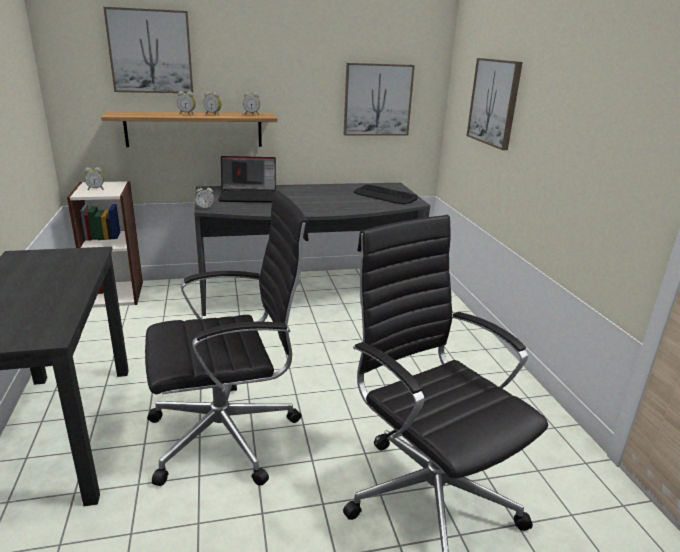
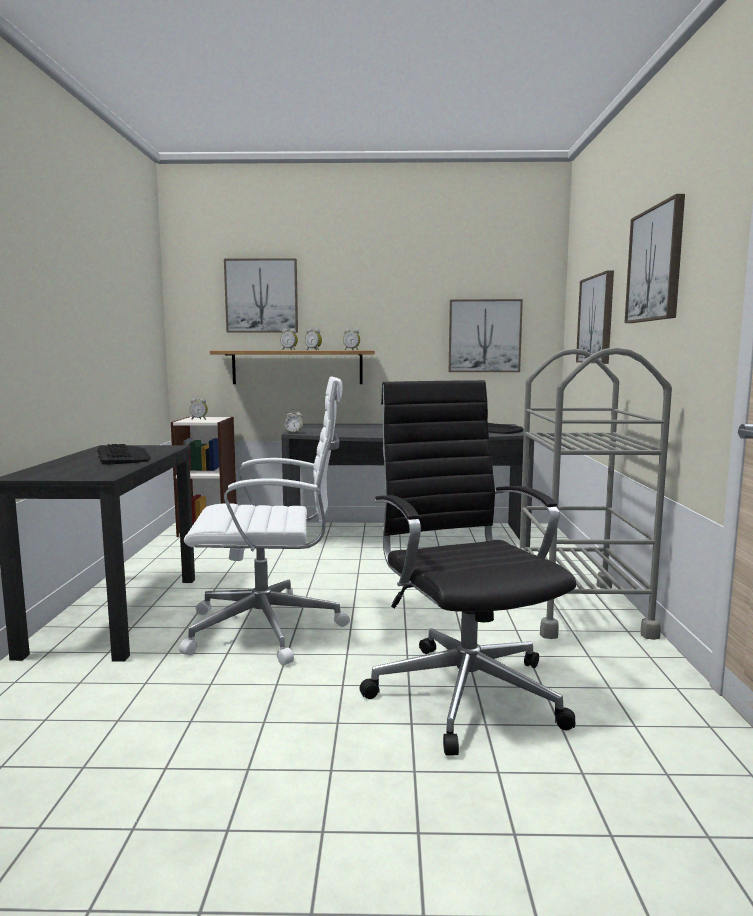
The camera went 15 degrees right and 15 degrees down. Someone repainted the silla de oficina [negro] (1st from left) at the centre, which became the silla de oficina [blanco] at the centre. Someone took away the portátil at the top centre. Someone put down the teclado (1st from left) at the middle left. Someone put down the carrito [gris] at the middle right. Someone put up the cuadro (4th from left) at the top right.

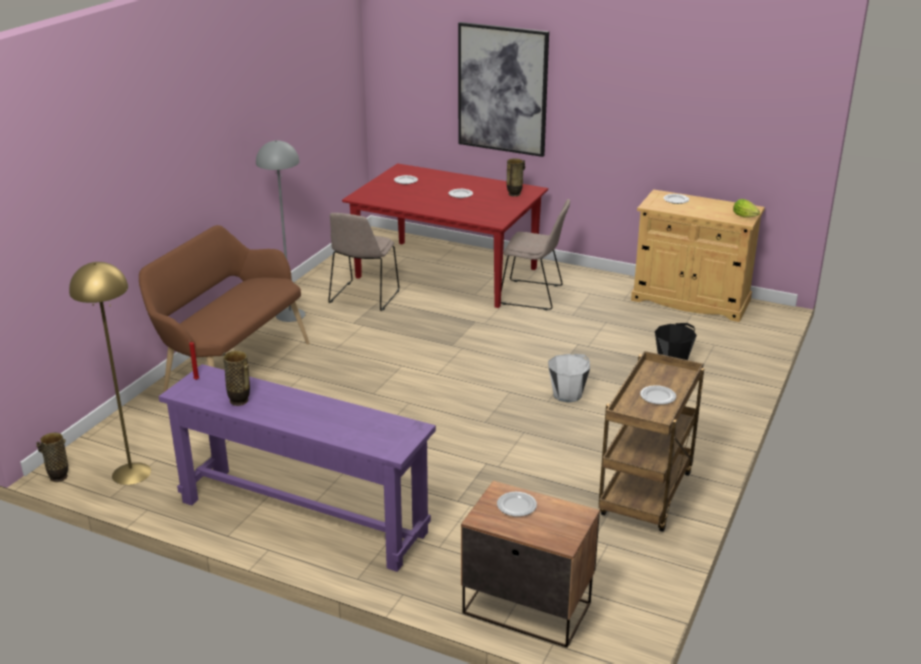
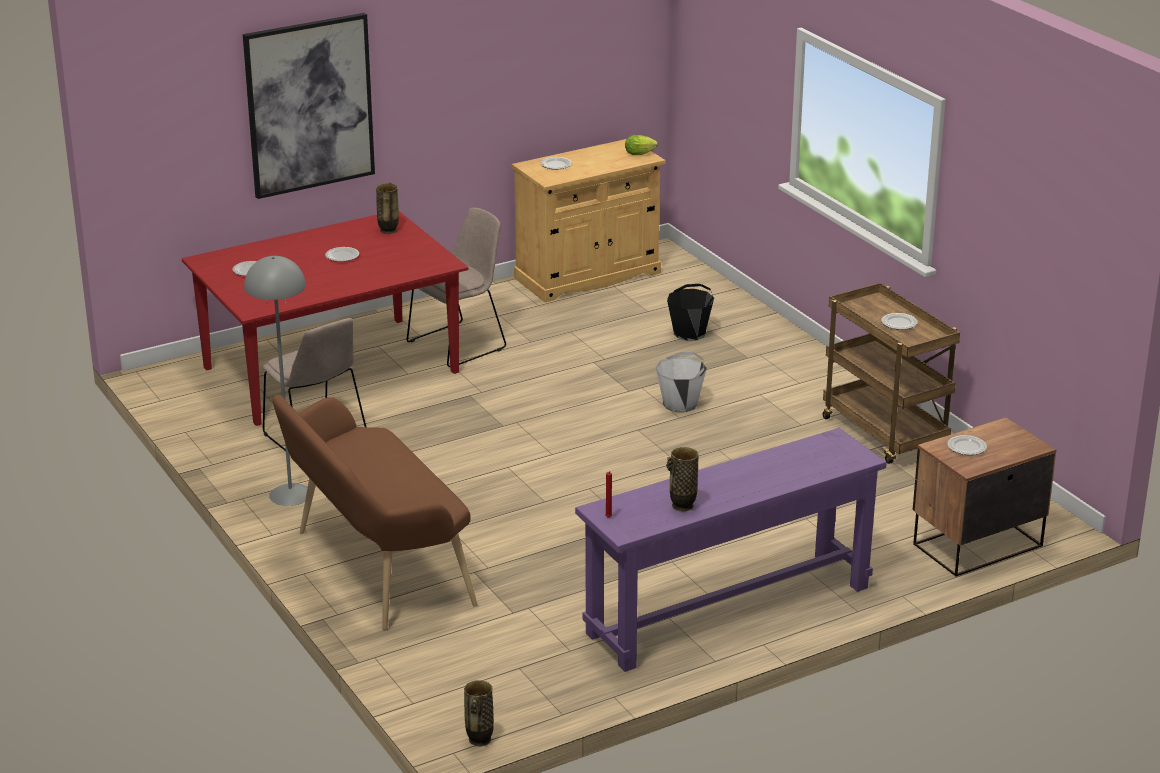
The camera went 55 degrees left and 0 degrees up. Someone took away the lámpara de pie [amarillo] at the middle left.

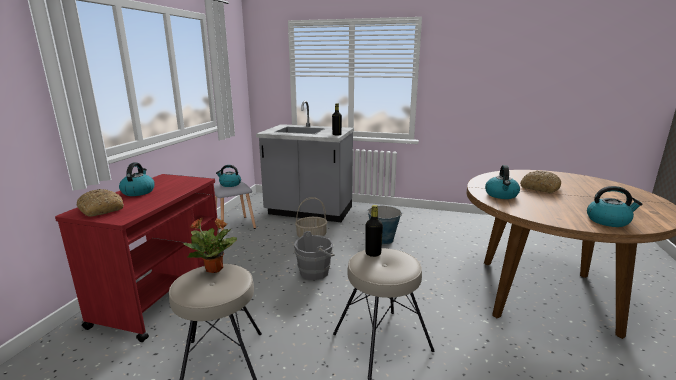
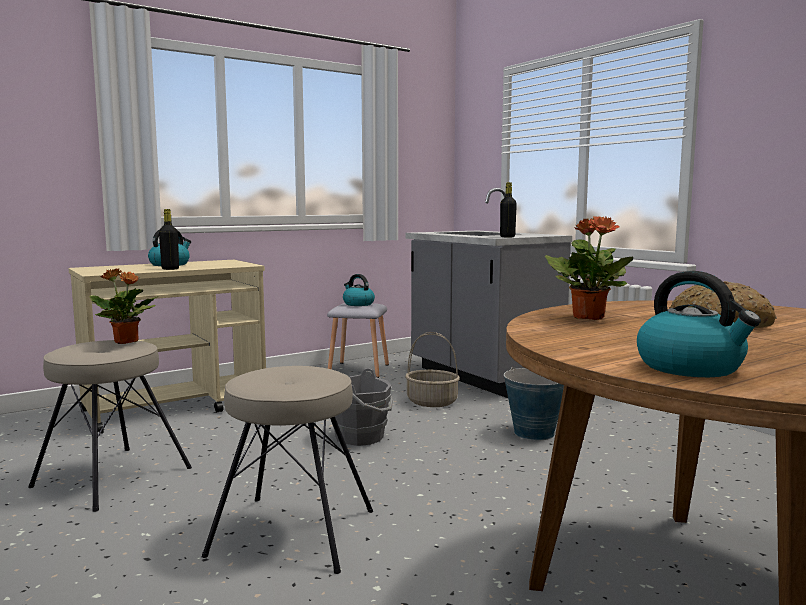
The camera went 40 degrees right and 10 degrees down. Someone repainted the carrito [rojo] at the bottom left, which became the carrito [beis] at the middle left. Someone took away the pan (1st from left) at the middle left. Someone carried the botella [negro] (2nd from left in the first image) from the centre to the middle left. Someone swapped the hervidor (3rd from left) at the middle right for the planta en maceta (2nd from left) at the middle right.

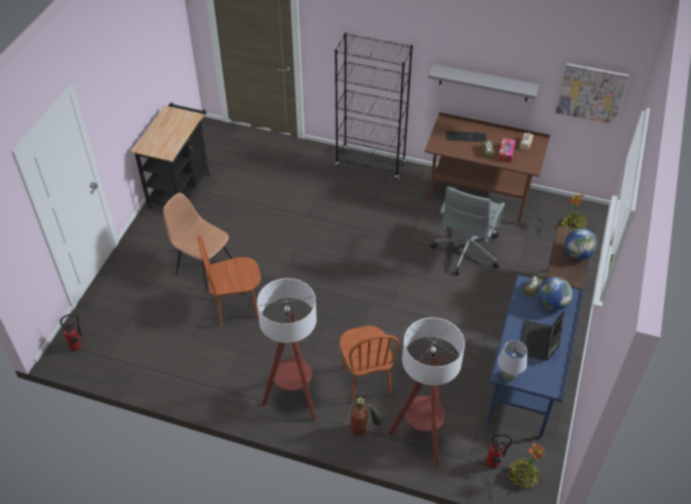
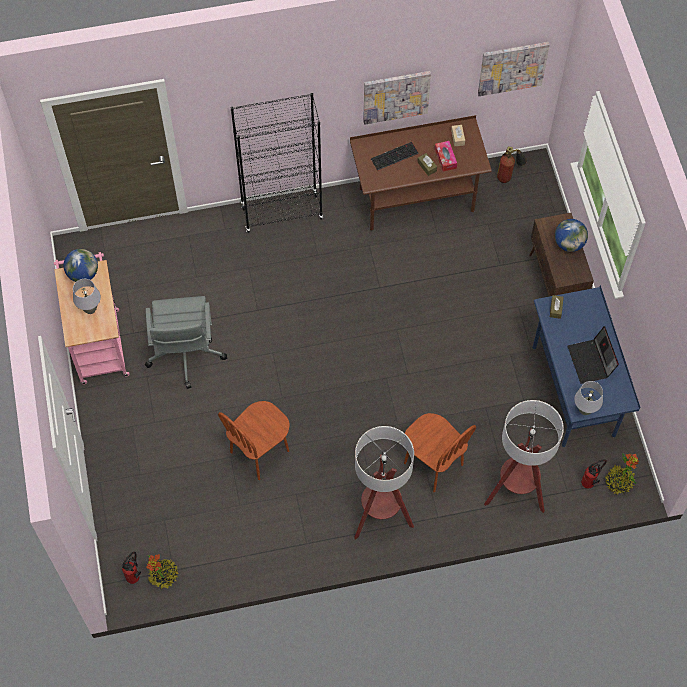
The camera went 30 degrees left and 15 degrees up. Someone repainted the carrito [negro] at the top left, which became the carrito [rosa] at the middle left. Someone took away the silla [marrón] (1st from left) at the middle left. Someone carried the extintor (2nd from left) from the bottom centre to the top right. Someone swapped the estante [gris] at the top right for the cuadro (1st from left) at the top centre. Someone carried the silla de oficina [gris] from the middle right to the middle left. Someone carried the globo terráqueo (1st from left) from the middle right to the middle left. Someone carried the planta en maceta (2nd from left in the first image) from the middle right to the bottom left. Someone put down the lámpara de mesa [gris] (1st from left) at the middle left.

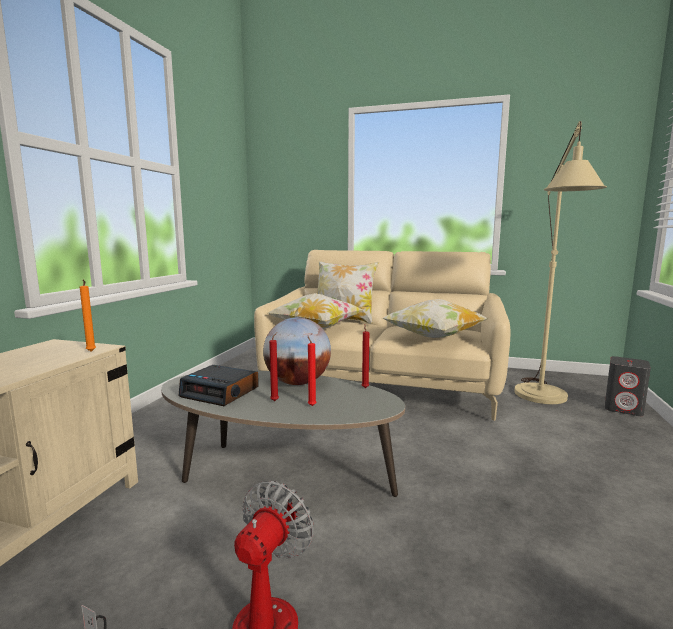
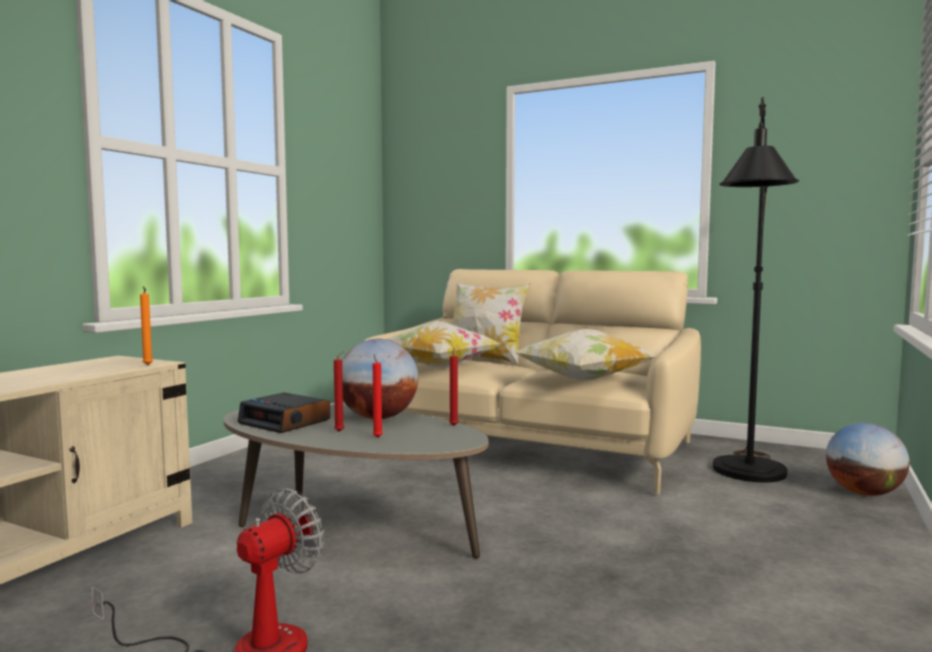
The camera went 10 degrees right and 5 degrees down. Someone repainted the lámpara de pie [beis] at the middle right, which became the lámpara de pie [negro] at the middle right. Someone swapped the altavoz [gris] at the middle right for the globo terráqueo (2nd from left) at the bottom right.

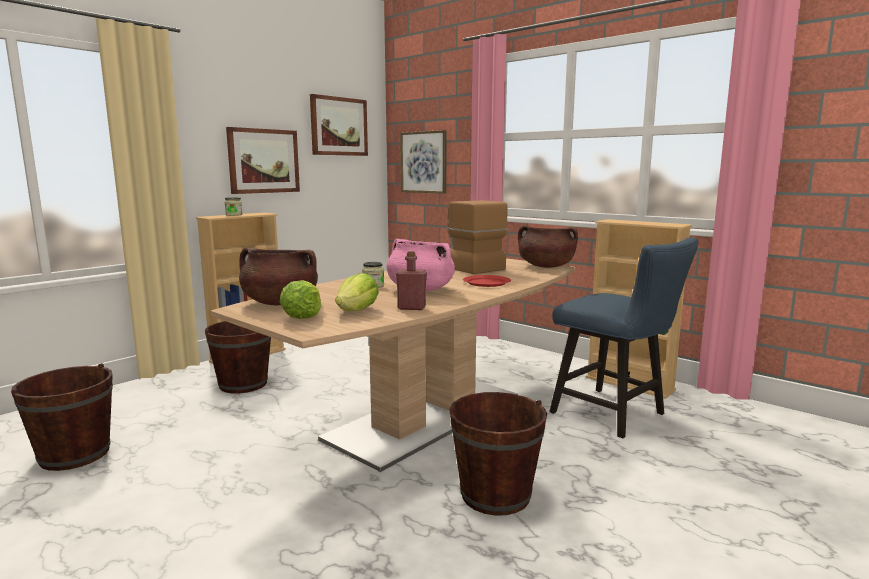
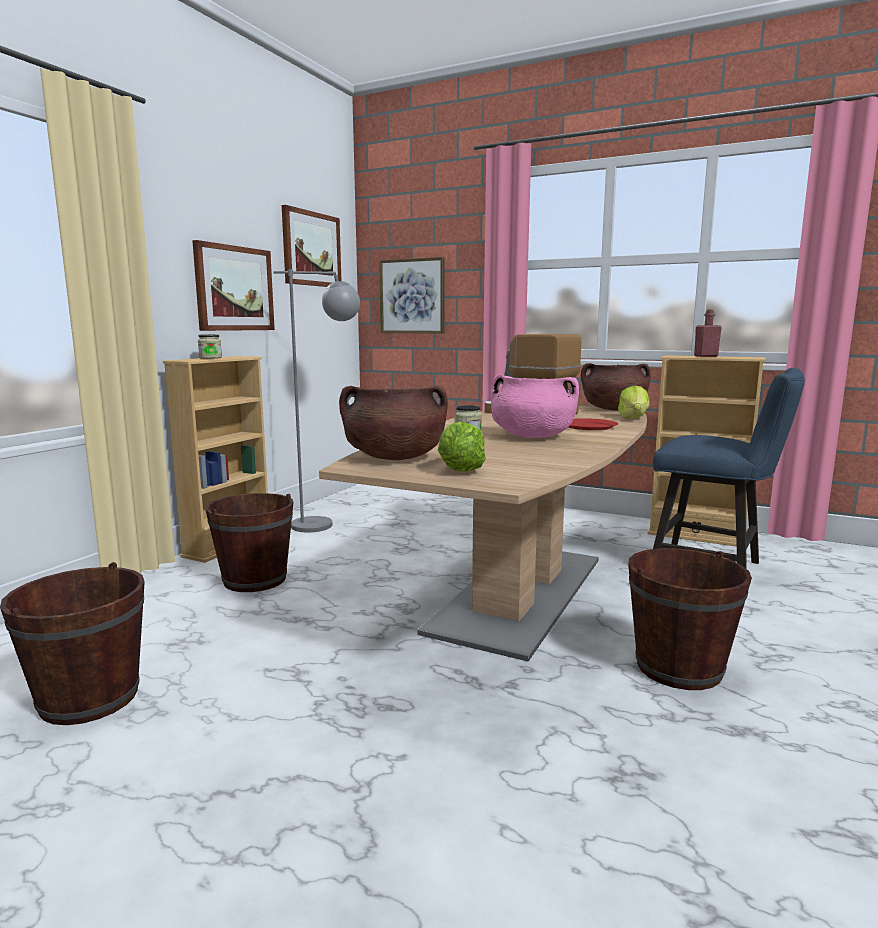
The camera went 15 degrees left and 0 degrees up. Someone carried the lechuga (2nd from left) from the centre to the middle right. Someone carried the botella [rojo] from the centre to the middle right. Someone put down the lámpara de pie [gris] at the centre.

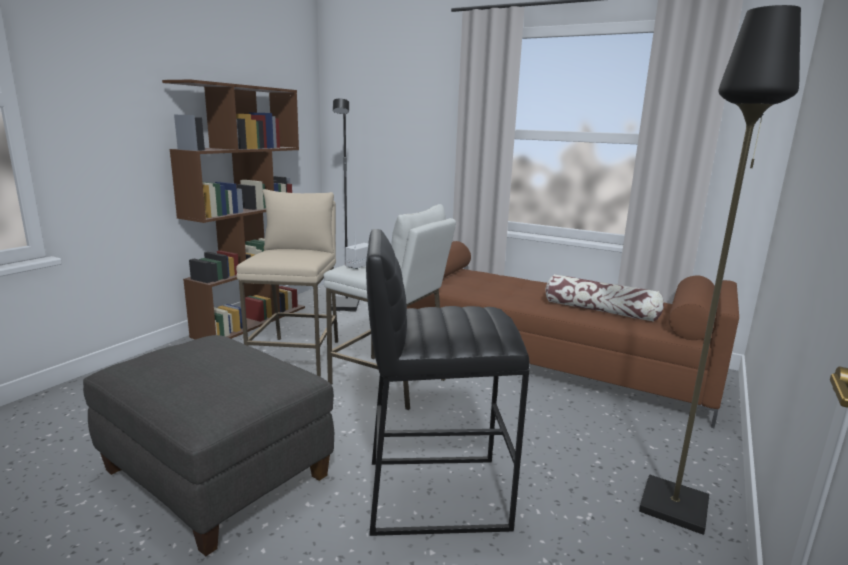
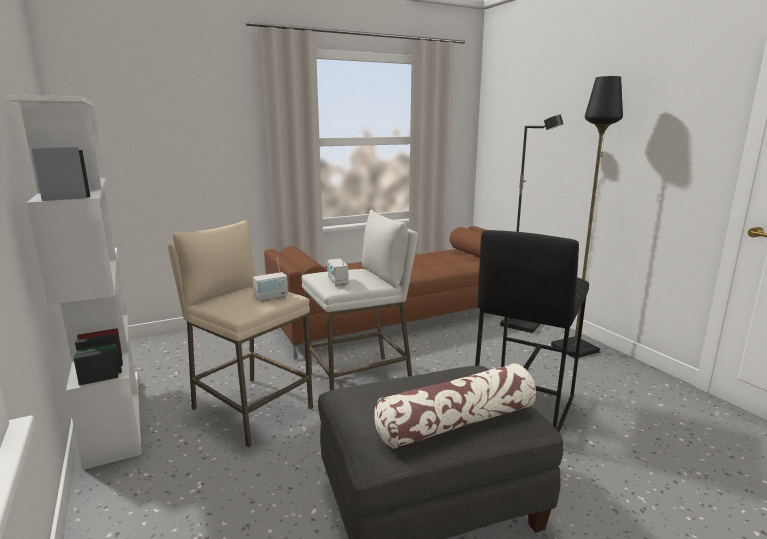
The camera went 55 degrees left and 0 degrees up. Someone repainted the estantería [marrón] at the middle left, which became the estantería [blanco] at the middle left. Someone carried the lámpara de pie [negro] (1st from left) from the centre to the middle right. Someone carried the cojín from the middle right to the bottom centre. Someone put down the radio (1st from left) at the centre.

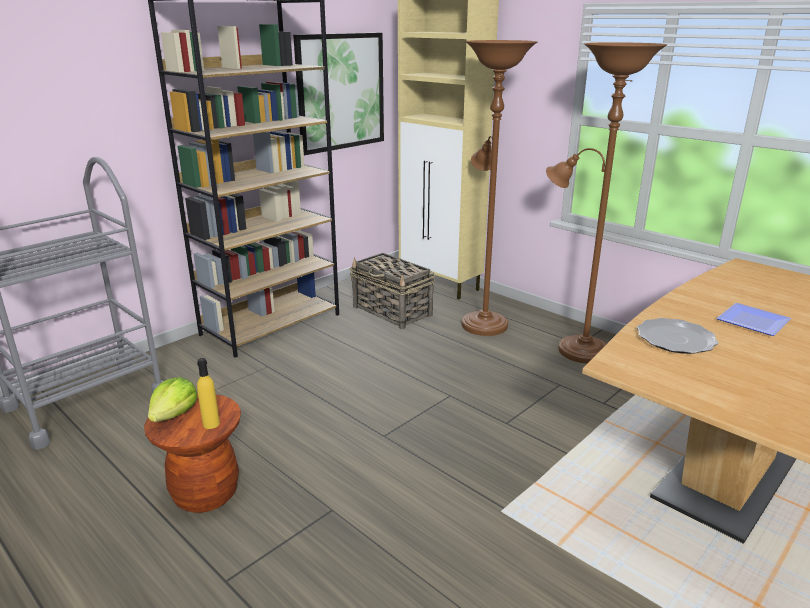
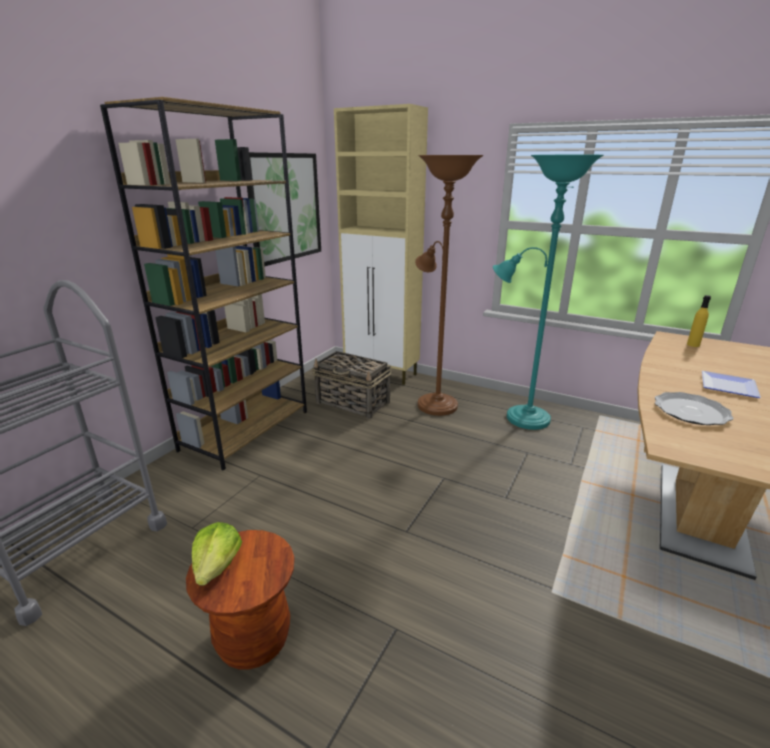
The camera went 15 degrees left and 0 degrees up. Someone carried the botella [amarillo] from the middle left to the middle right. Someone repainted the lámpara de pie [marrón] (2nd from left) at the middle right, which became the lámpara de pie [turquesa] at the middle right.

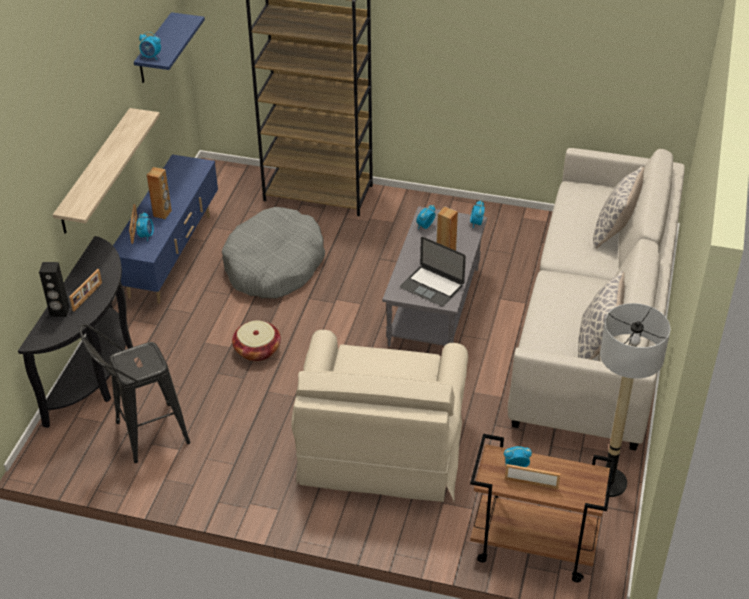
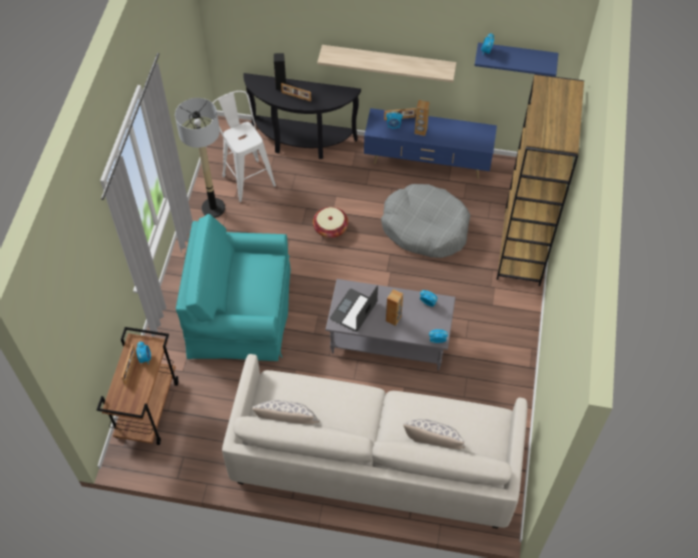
The camera went 85 degrees right and 15 degrees up. Someone repainted the taburete [negro] at the middle left, which became the taburete [blanco] at the top centre. Someone repainted the sillón [beis] at the bottom centre, which became the sillón [turquesa] at the centre. Someone carried the lámpara de pie from the bottom right to the top left.

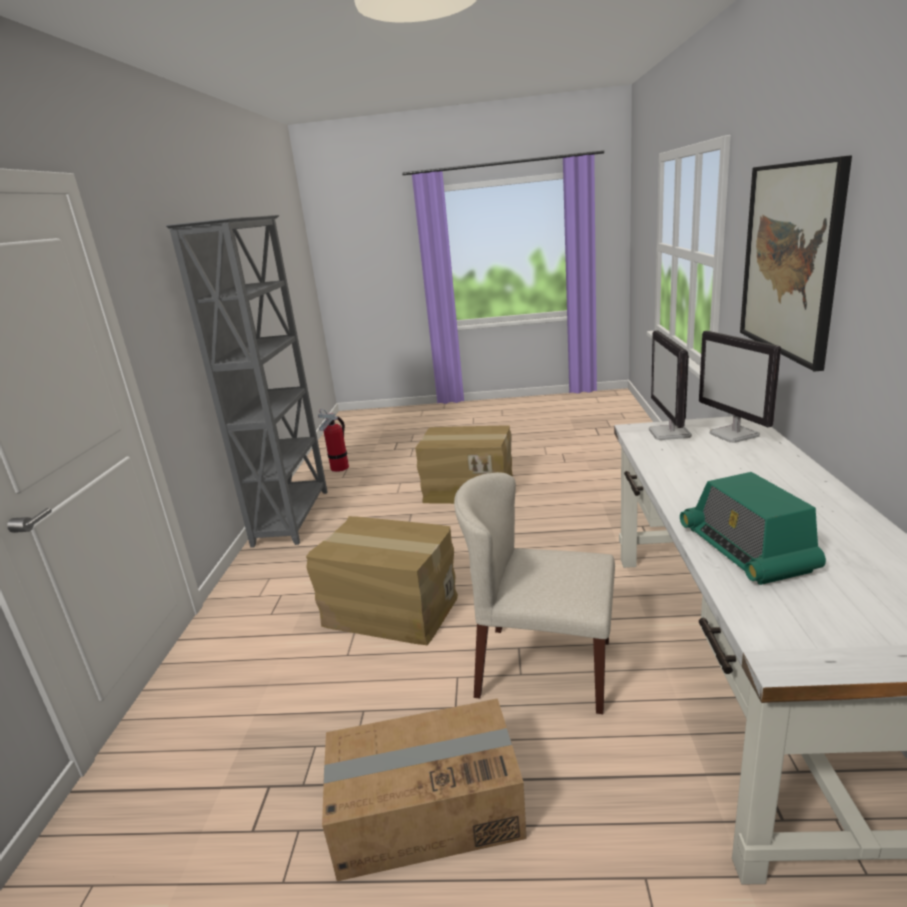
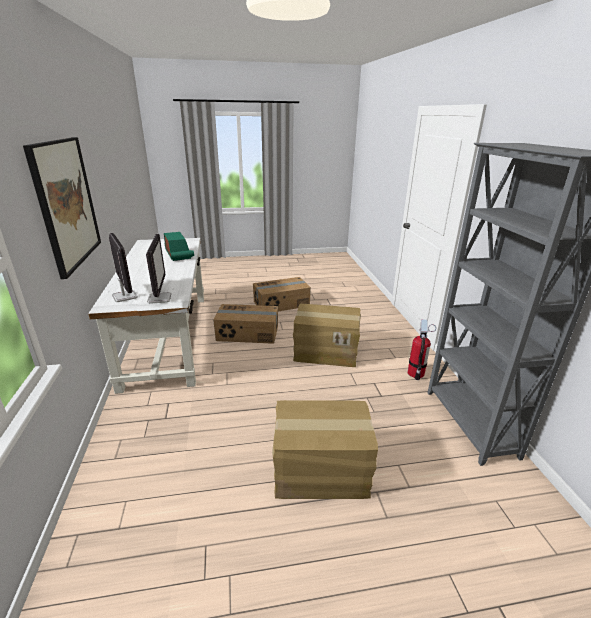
The camera went 165 degrees right and 5 degrees up. Someone carried the extintor from the centre to the middle right. Someone swapped the silla [beis] at the centre for the caja de cartón (1st from left) at the centre.

